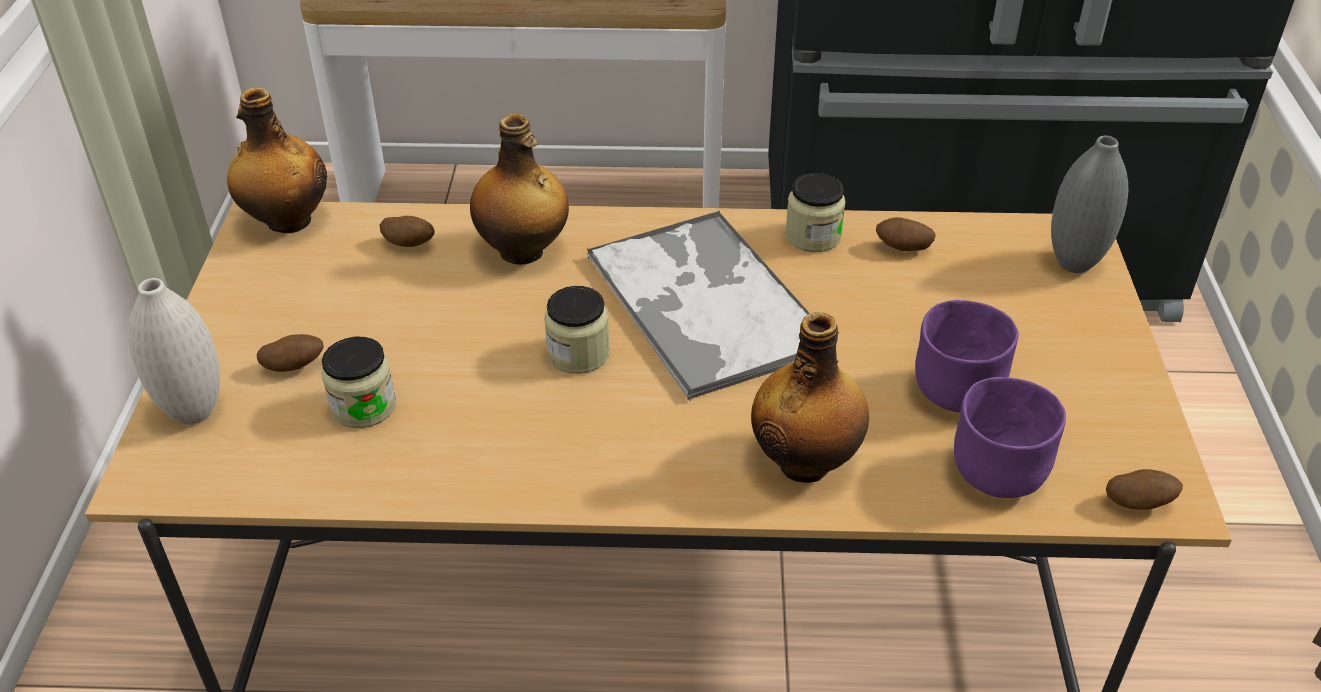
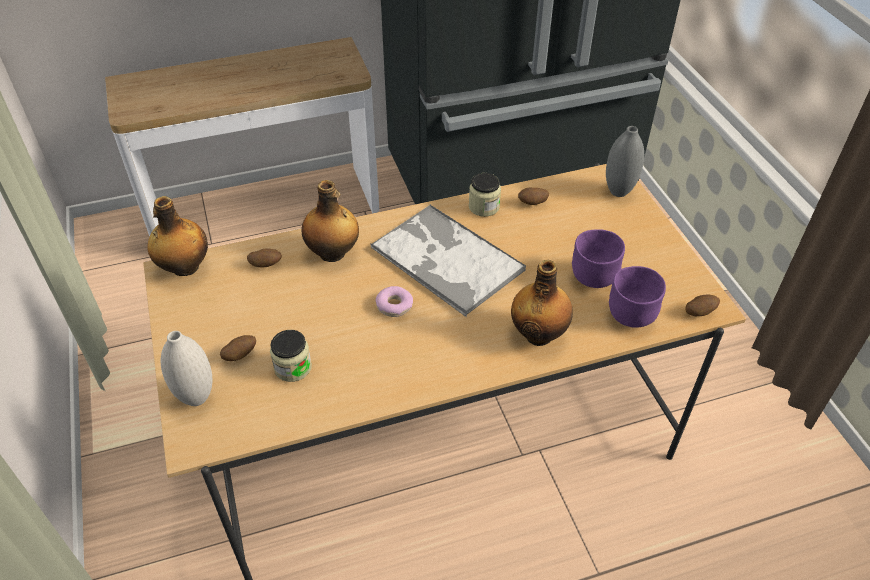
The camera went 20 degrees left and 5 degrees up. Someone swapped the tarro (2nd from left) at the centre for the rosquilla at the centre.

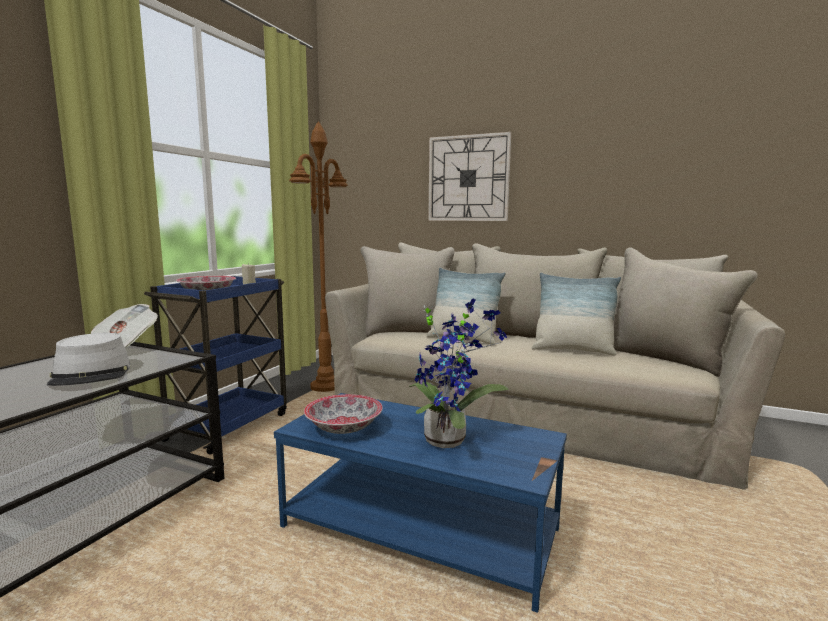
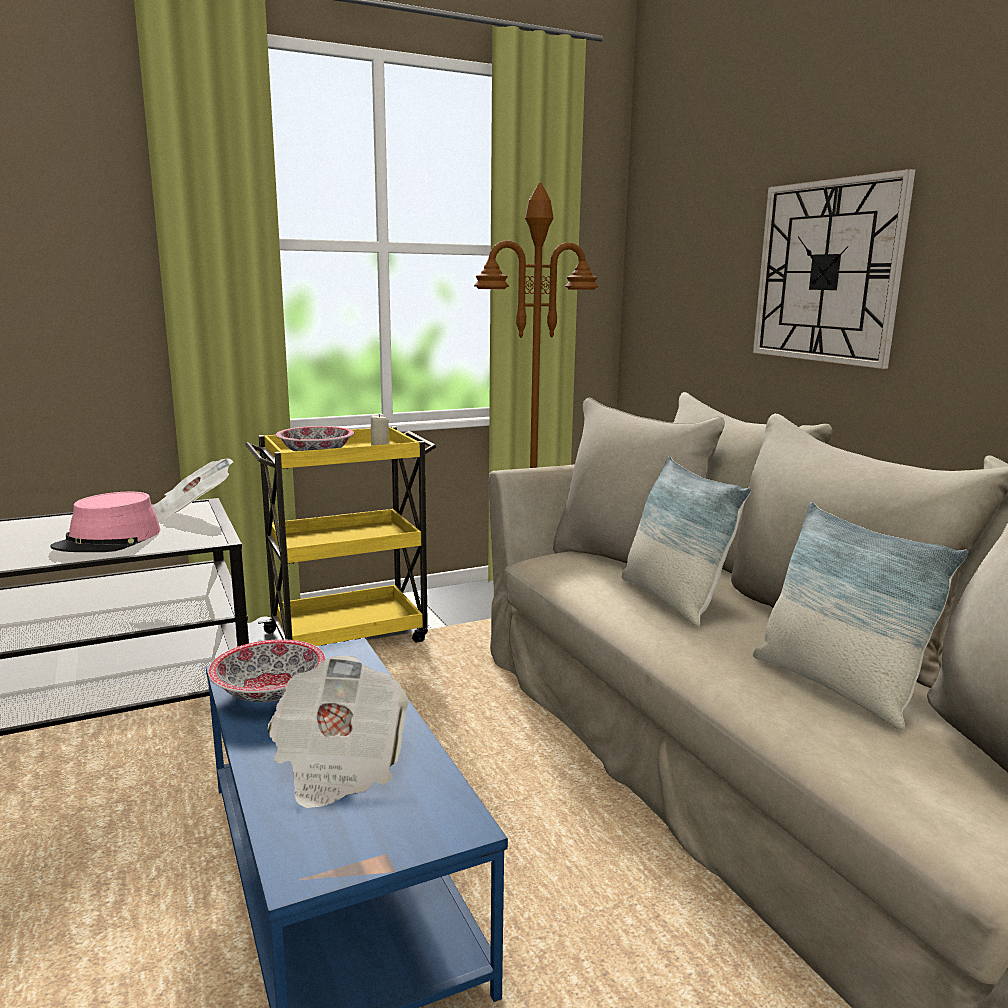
The camera went 40 degrees right and 5 degrees up. Someone repainted the sombrero [gris] at the middle left, which became the sombrero [rosa] at the middle left. Someone repainted the carrito [azul] at the middle left, which became the carrito [amarillo] at the centre. Someone swapped the planta en maceta at the centre for the periódico (2nd from left) at the bottom centre.

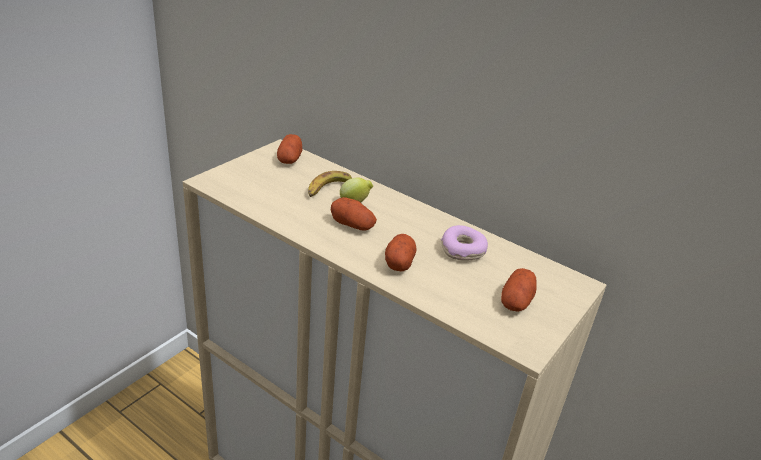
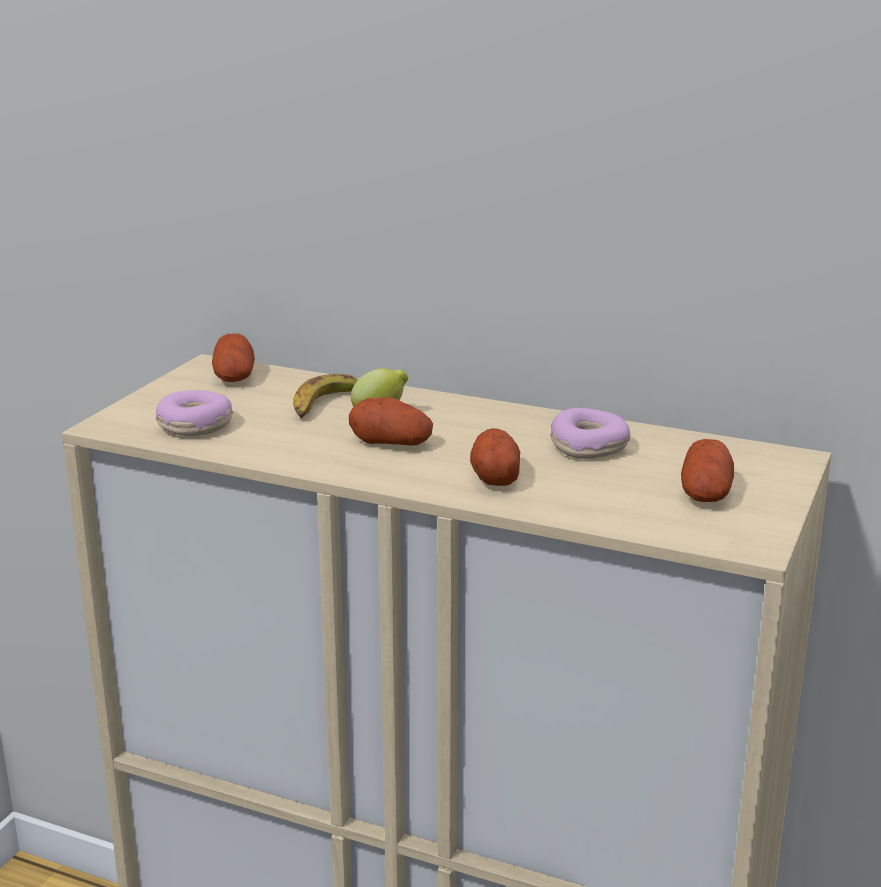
The camera went 10 degrees left and 10 degrees down. Someone put down the rosquilla (1st from left) at the middle left.

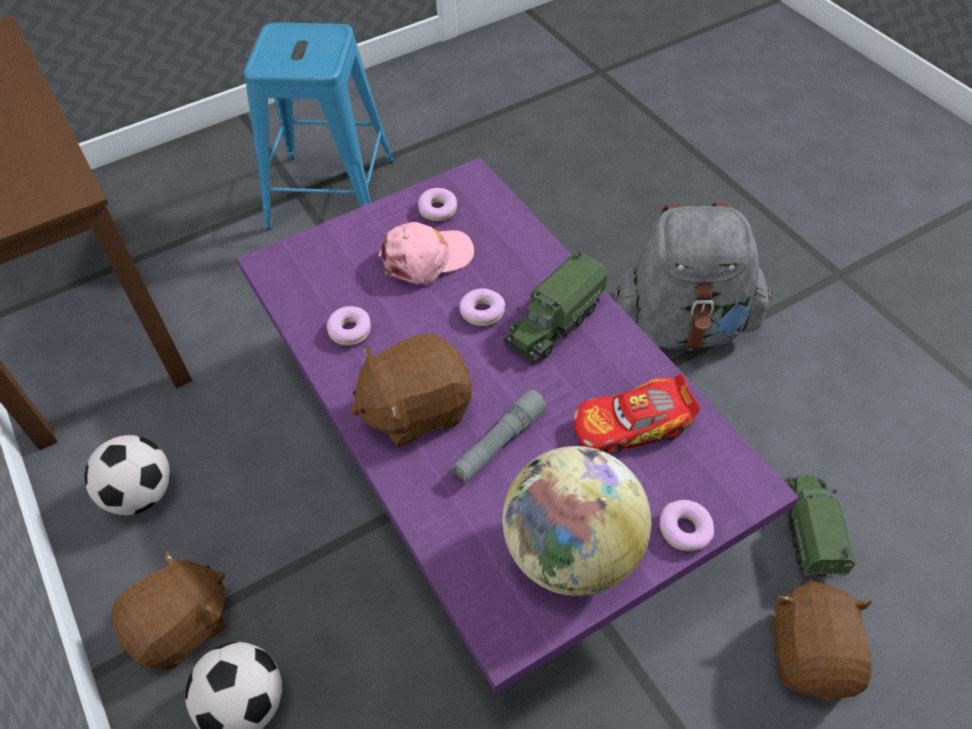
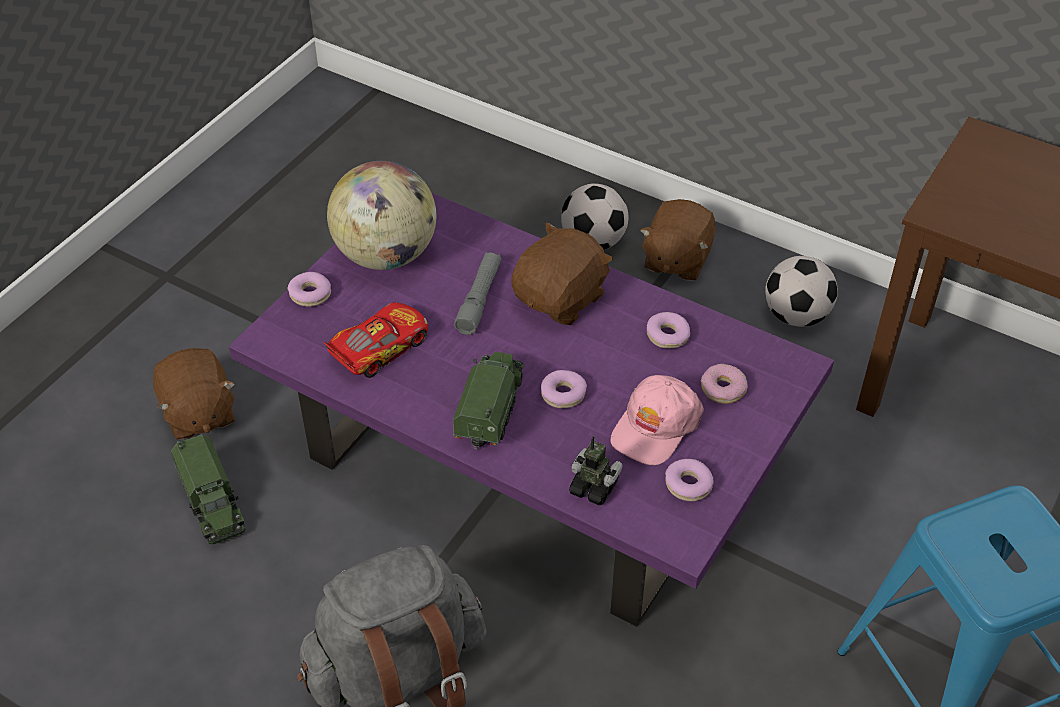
The camera went 150 degrees right and 5 degrees down. Someone put down the robot de juguete at the centre. Someone put down the rosquilla (5th from left) at the middle right.

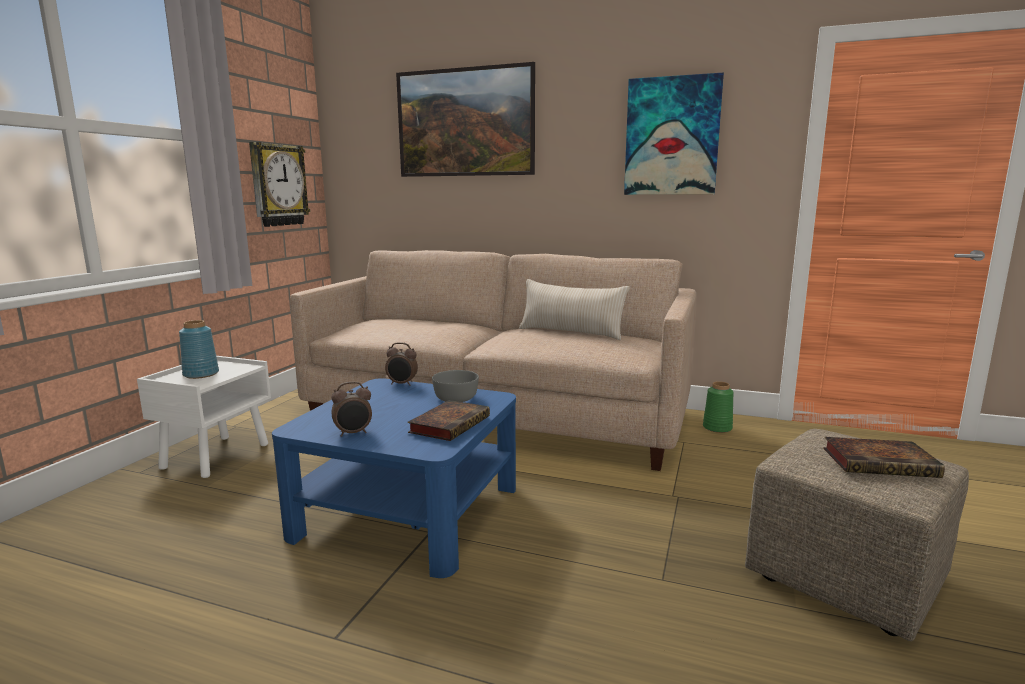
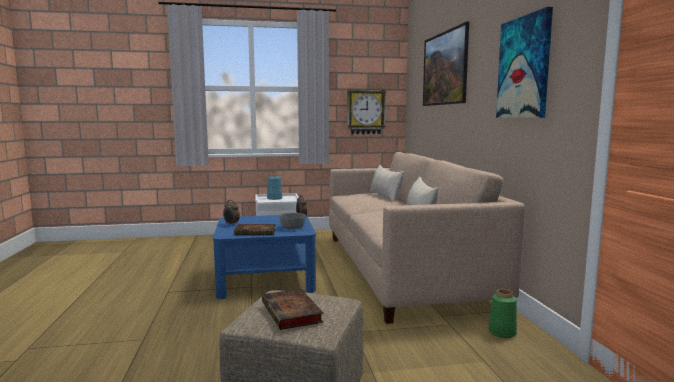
The camera went 60 degrees right and 5 degrees down. Someone put down the cojín [beis] (1st from left) at the centre.

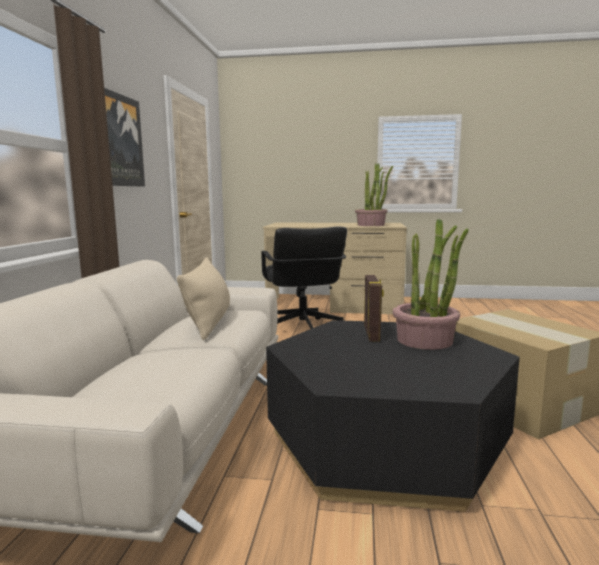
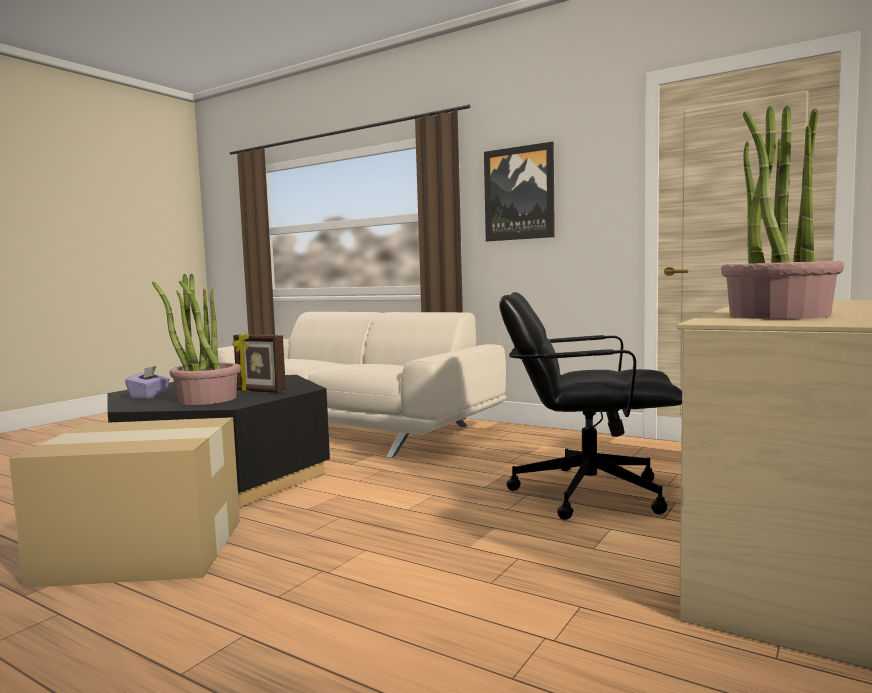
The camera went 115 degrees right and 5 degrees down. Someone took away the cojín [beis] at the centre. Someone put down the caja de pañuelos [morado] at the middle left.

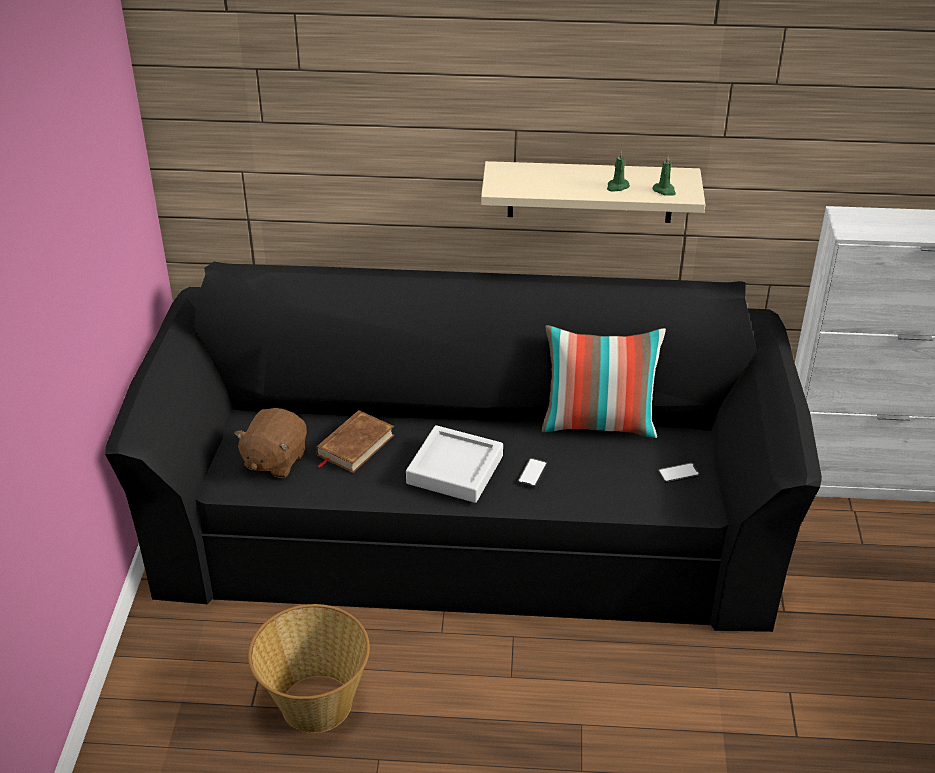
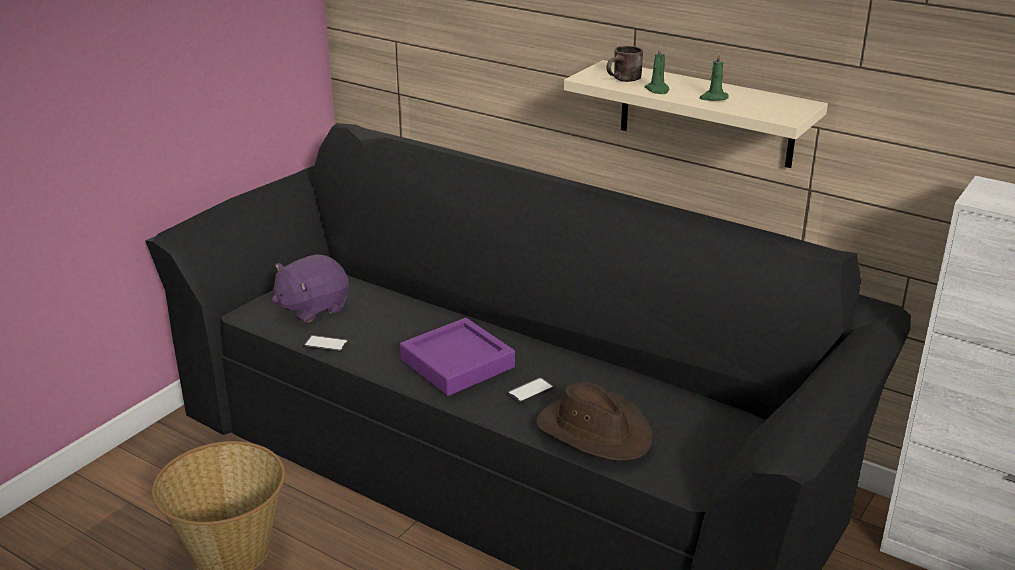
The camera went 30 degrees right and 10 degrees down. Someone repainted the peluche [marrón] at the middle left, which became the peluche [morado] at the middle left. Someone took away the libro [marrón] at the centre. Someone repainted the bandeja [gris] at the centre, which became the bandeja [morado] at the centre. Someone took away the cojín at the centre. Someone carried the vela [verde] (2nd from left in the first image) from the top right to the top centre. Someone carried the móvil (2nd from left in the first image) from the middle right to the middle left. Someone put down the sombrero [marrón] at the bottom centre. Someone put down the taza grande [marrón] at the top centre.

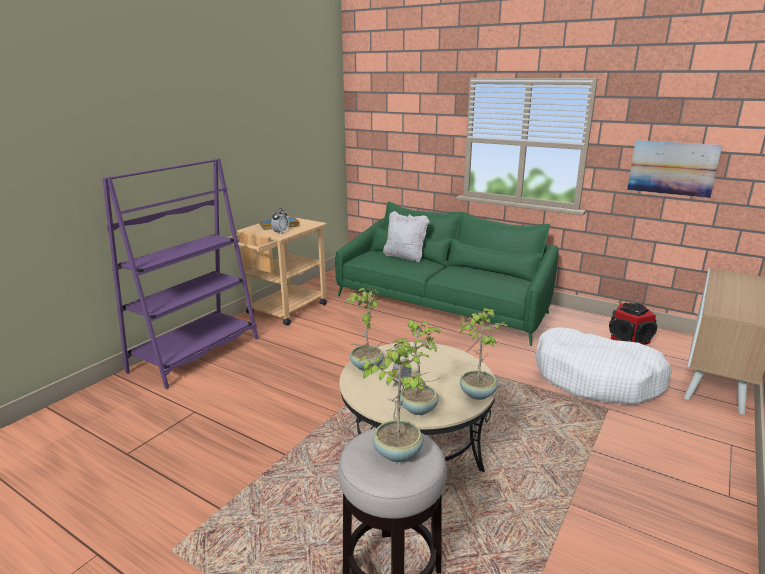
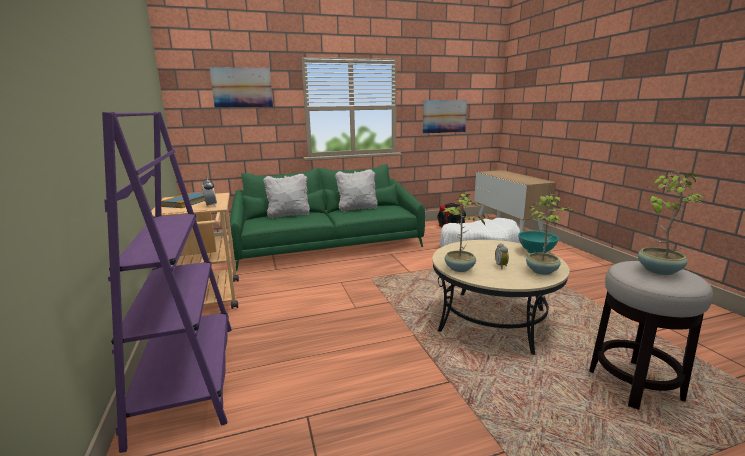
The camera went 50 degrees left and 5 degrees down. Someone swapped the planta en maceta (4th from left) at the centre for the cuenco [turquesa] at the middle right. Someone put up the cuadro (1st from left) at the top left. Someone put down the cojín [blanco] (2nd from left) at the centre.

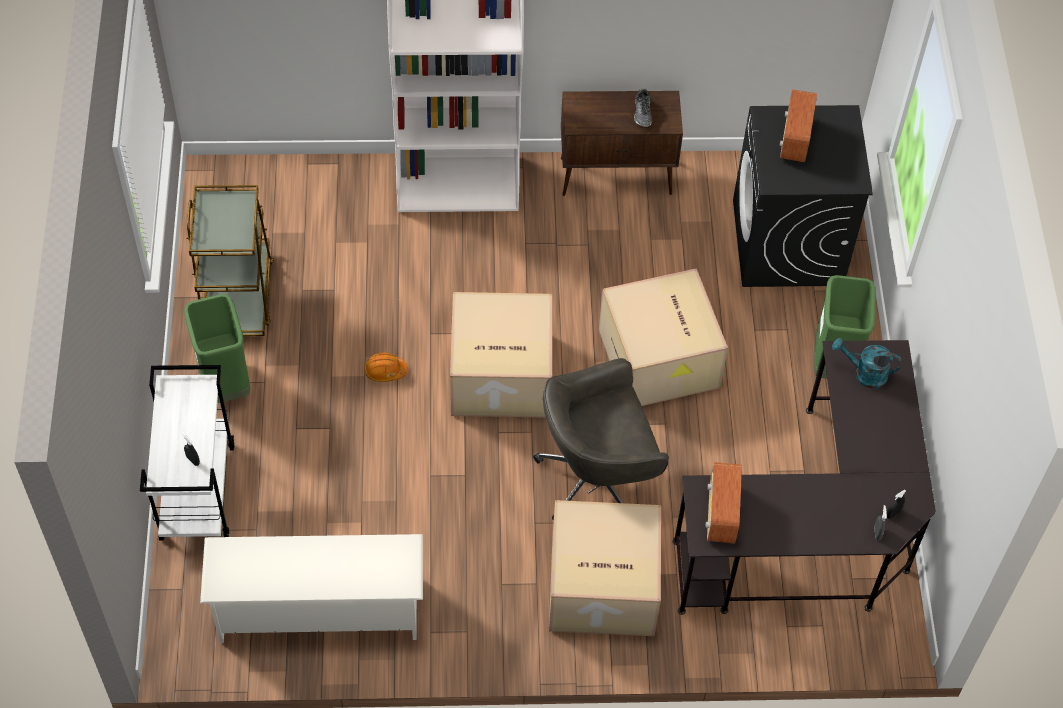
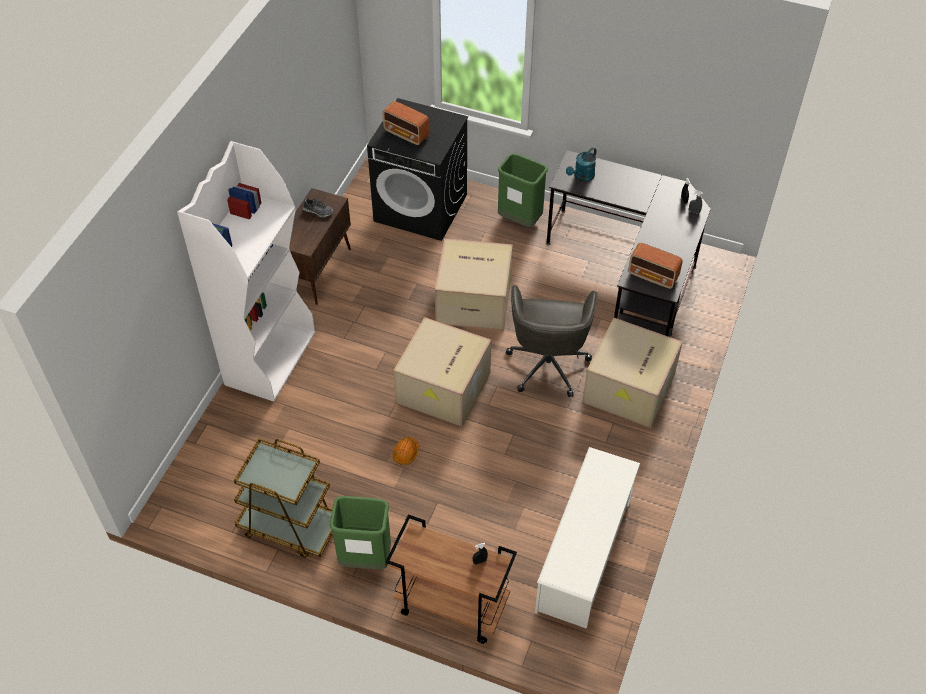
The camera went 65 degrees left and 5 degrees down. Someone repainted the carrito [blanco] at the middle left, which became the carrito [marrón] (2nd from left) at the bottom centre.

